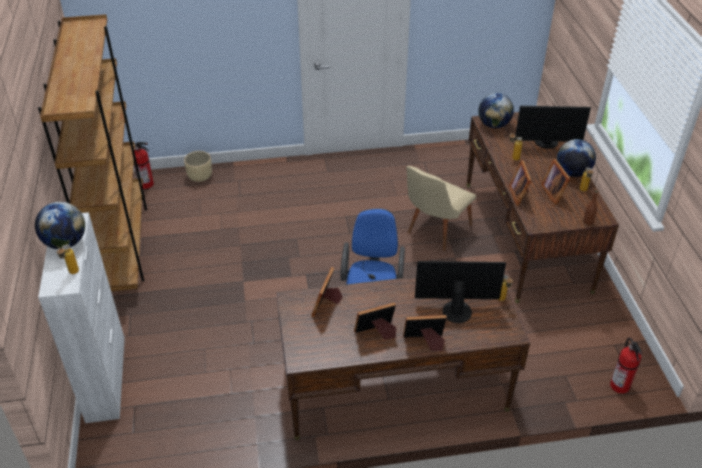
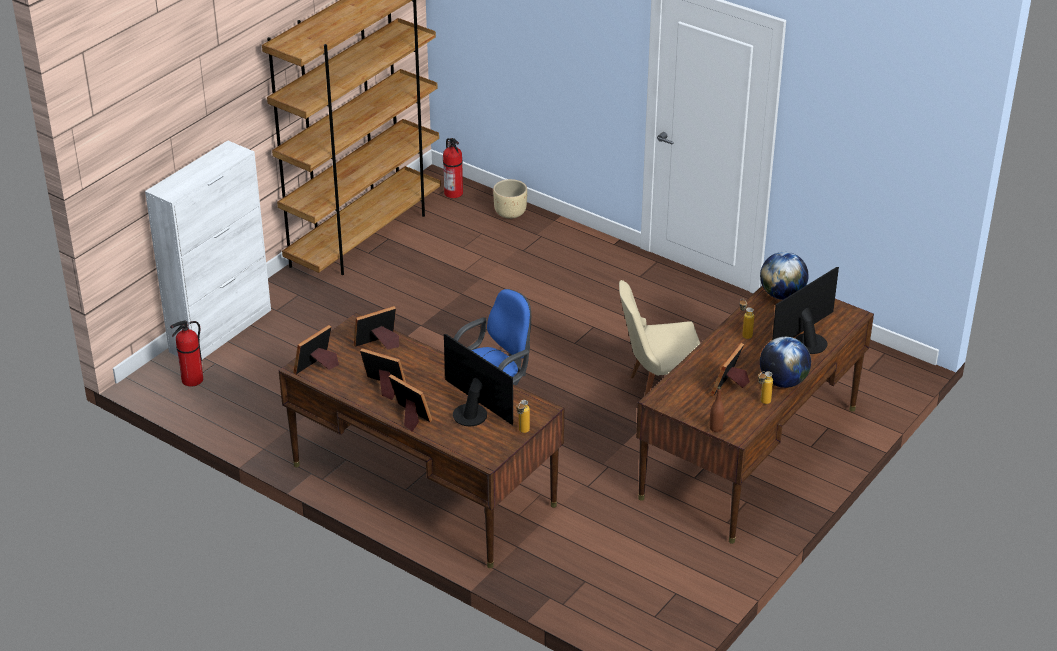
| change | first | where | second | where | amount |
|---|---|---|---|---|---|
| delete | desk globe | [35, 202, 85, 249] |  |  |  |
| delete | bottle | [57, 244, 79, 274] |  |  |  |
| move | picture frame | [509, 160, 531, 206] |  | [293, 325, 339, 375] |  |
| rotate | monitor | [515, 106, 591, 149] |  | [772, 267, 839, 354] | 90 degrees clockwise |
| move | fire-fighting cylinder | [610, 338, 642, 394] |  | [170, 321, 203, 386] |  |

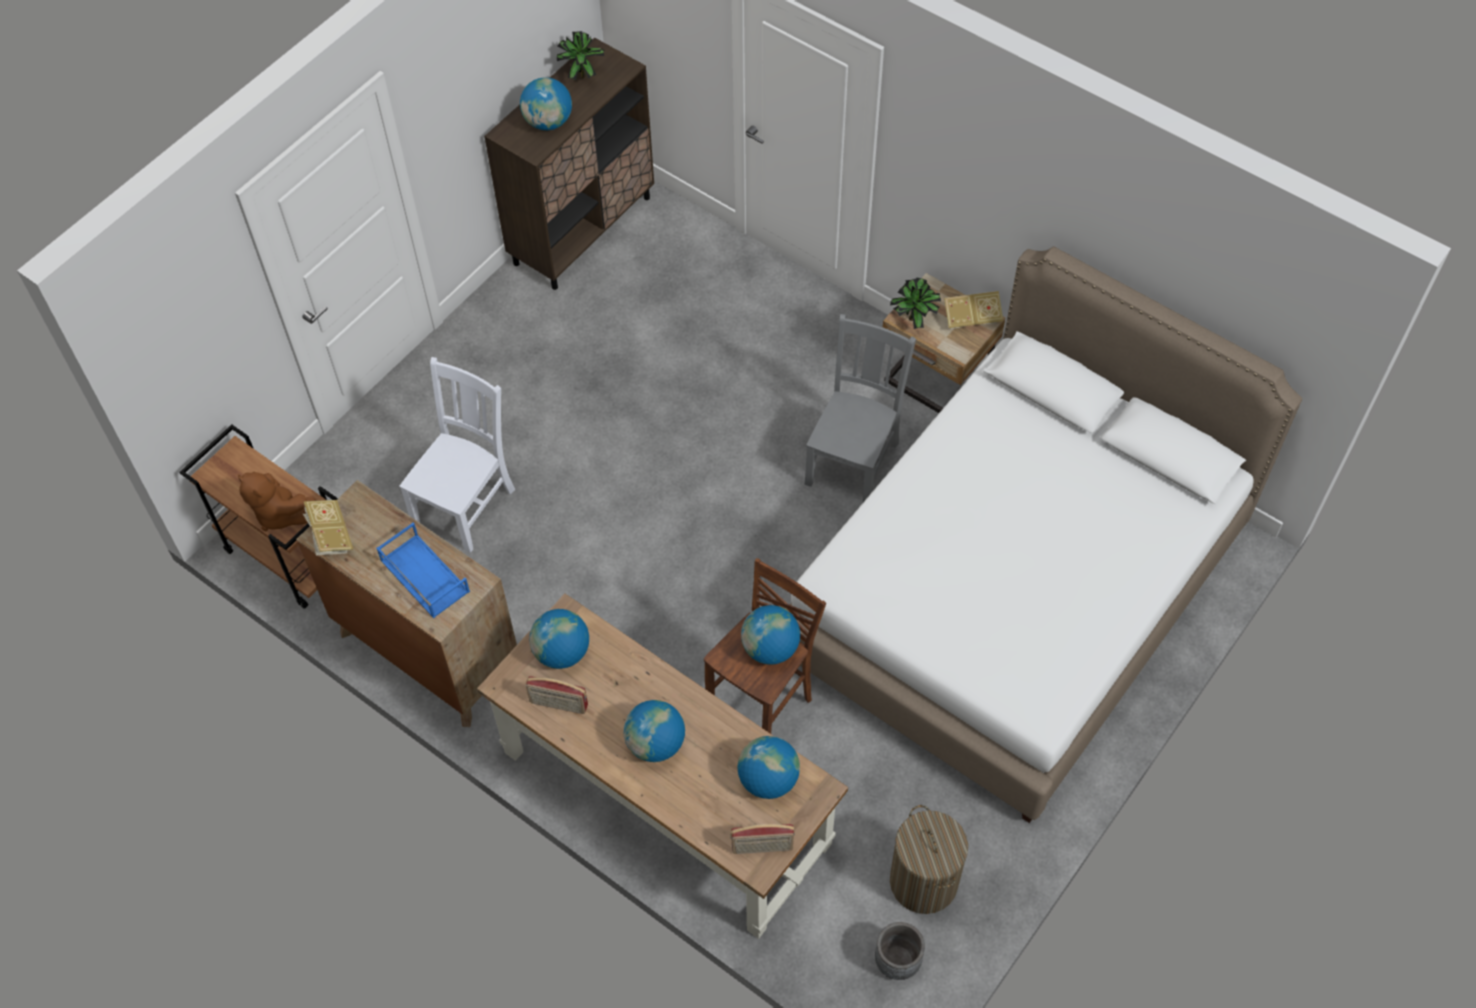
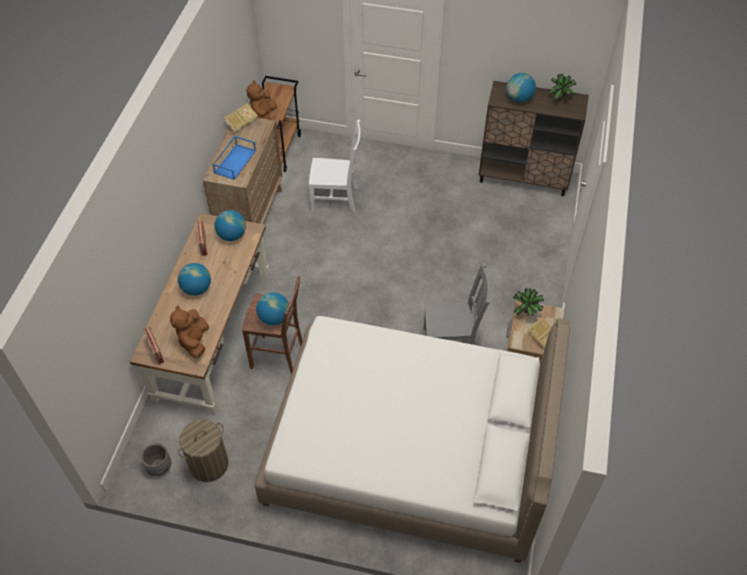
| change | first | where | second | where | amount |
|---|---|---|---|---|---|
| replace | desk globe | [738, 736, 800, 799] | soft toy (brown) | [170, 306, 209, 358] |  |

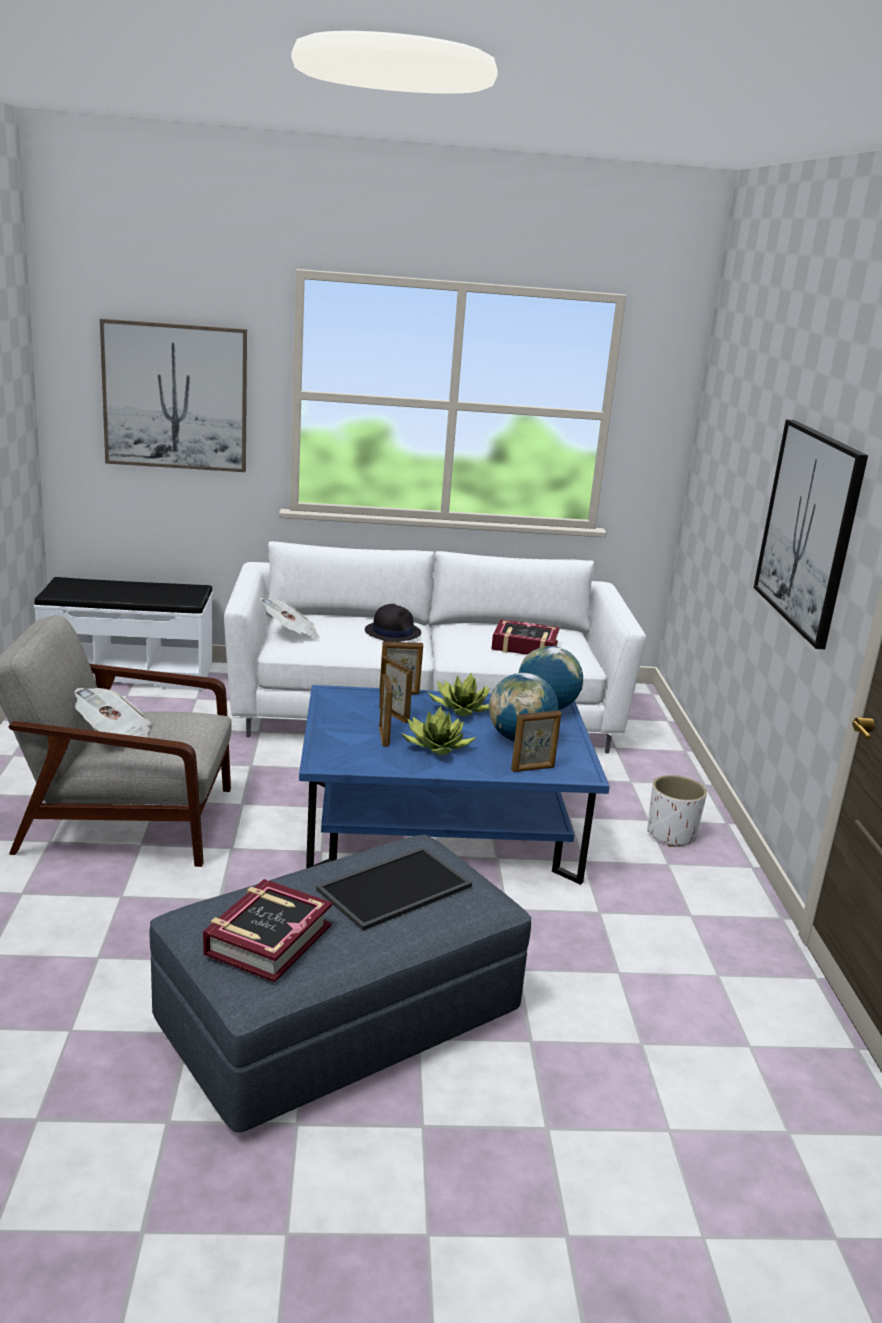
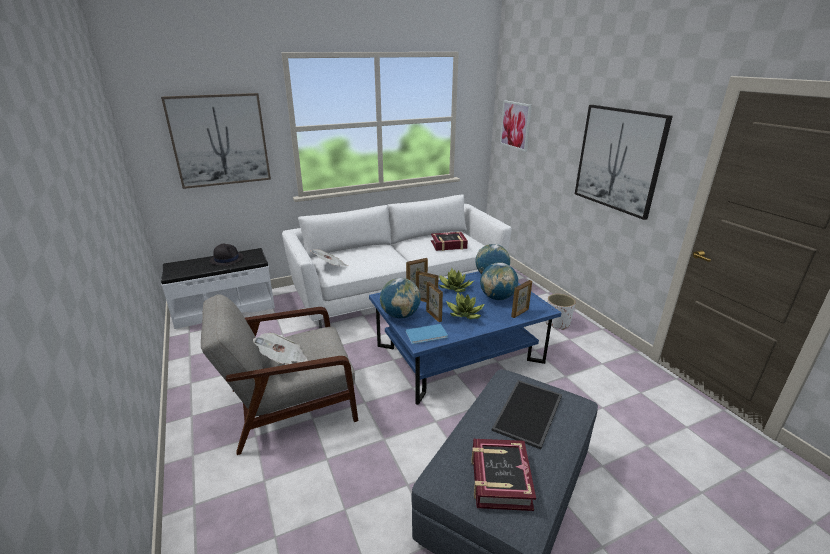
| change | first | where | second | where | amount |
|---|---|---|---|---|---|
| move | wearable hat (black) | [365, 604, 421, 642] |  | [210, 243, 244, 266] |  |
| insert |  |  | desk globe | [380, 278, 421, 318] |  |
| insert |  |  | bound book (blue-coloured) | [406, 324, 448, 344] |  |
| insert |  |  | wall art | [500, 100, 532, 152] |  |

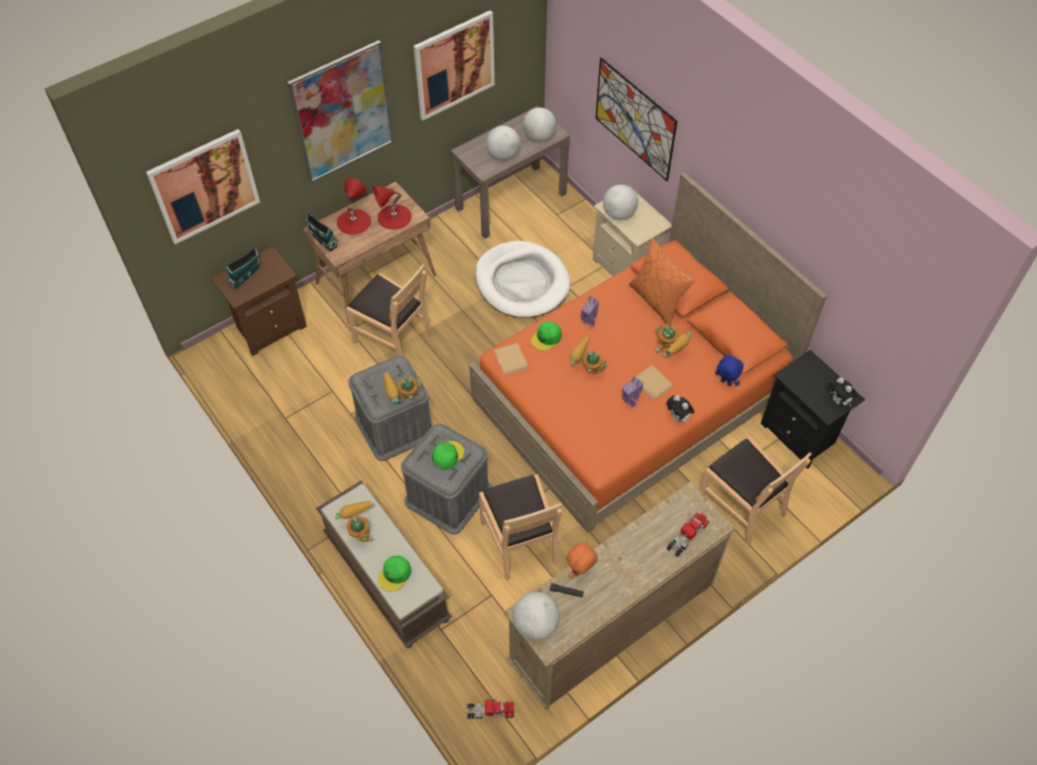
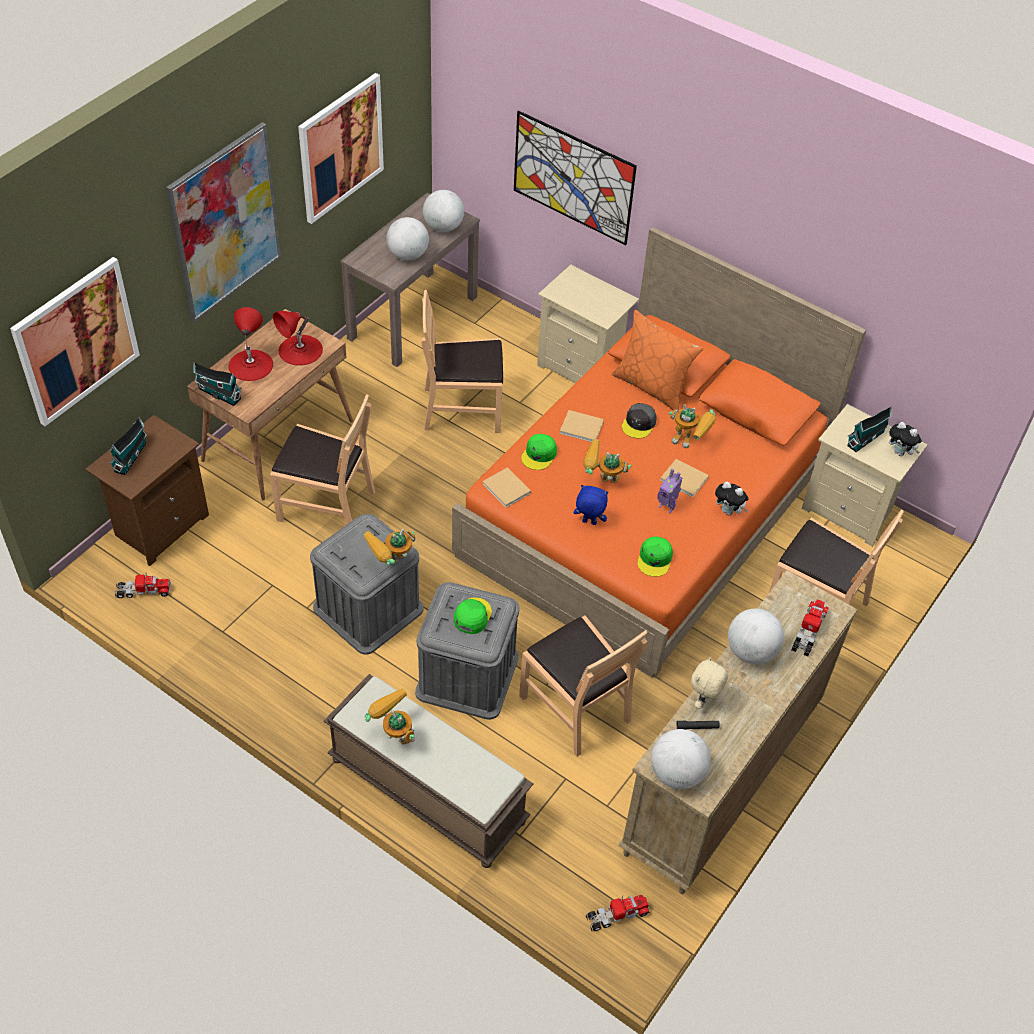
| change | first | where | second | where | amount |
|---|---|---|---|---|---|
| move | cap (green-coloured) | [378, 556, 411, 592] |  | [637, 537, 673, 577] |  |
| replace | dog cushion (whitish) | [475, 241, 571, 318] | upright chair (brown) | [422, 290, 503, 433] |  |
| recolor | soft toy (orange) | [566, 541, 598, 579] | soft toy (beige-coloured) | [691, 657, 728, 709] |  |
| replace | model robot | [581, 295, 599, 328] | bound book (beige-coloured) | [560, 410, 604, 442] |  |
| move | desk globe | [603, 185, 638, 220] |  | [728, 609, 784, 664] |  |
| move | soft toy (blue-coloured) | [715, 354, 744, 386] |  | [574, 485, 608, 525] |  |
| recolor | night table (black) | [761, 350, 865, 469] | night table (beige-coloured) | [802, 404, 927, 547] |  |
| insert |  |  | toy truck | [115, 572, 171, 598] |  |
| insert |  |  | cap (gray) | [622, 403, 656, 438] |  |
| insert |  |  | miniature house | [847, 406, 892, 452] |  |

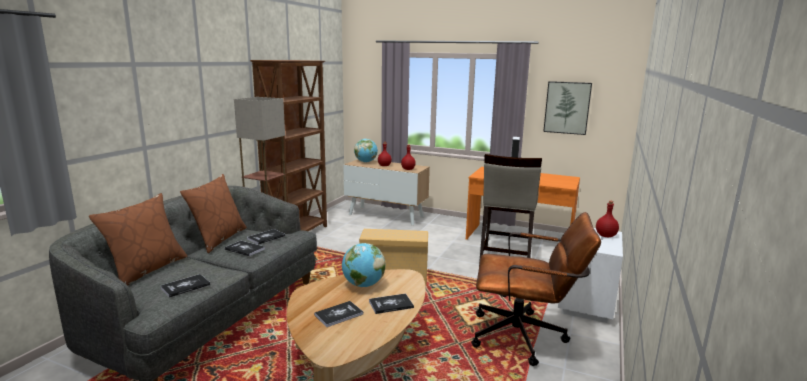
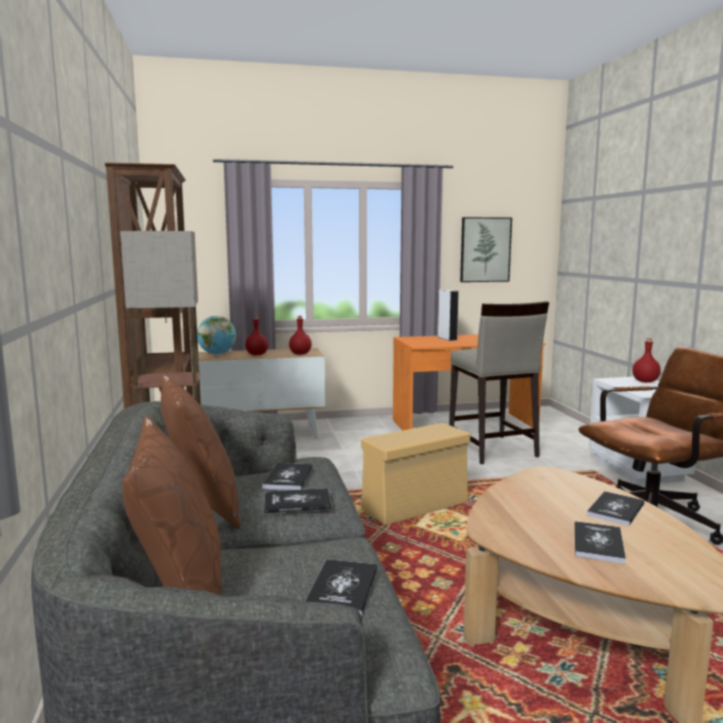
| change | first | where | second | where | amount |
|---|---|---|---|---|---|
| delete | desk globe | [342, 243, 385, 287] |  |  |  |

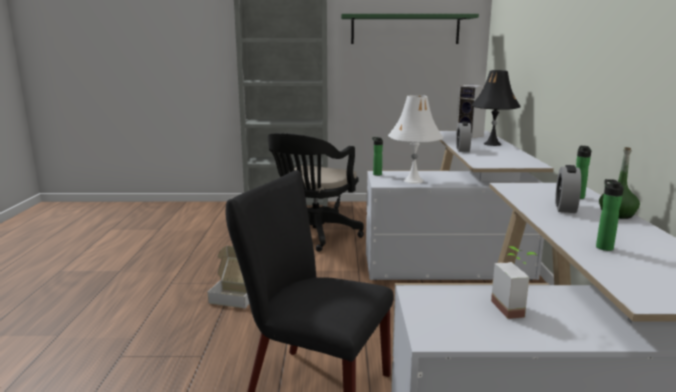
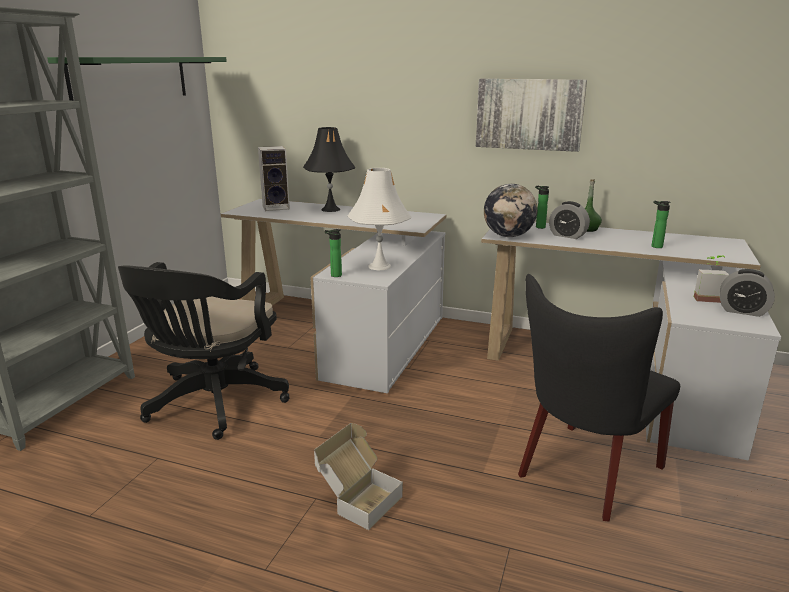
| change | first | where | second | where | amount |
|---|---|---|---|---|---|
| rotate | desk chair (black) | [268, 133, 364, 252] |  | [118, 262, 290, 440] | 60 degrees clockwise |
| move | bedside clock | [456, 122, 471, 152] |  | [720, 269, 775, 317] |  |
| insert |  |  | wall art | [476, 78, 587, 152] |  |
| insert |  |  | desk globe | [484, 184, 537, 237] |  |

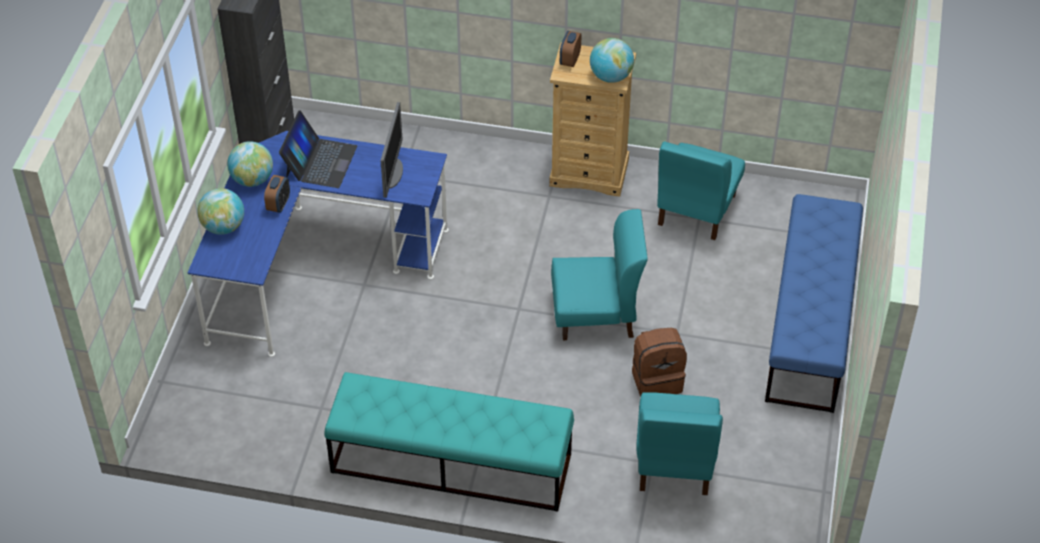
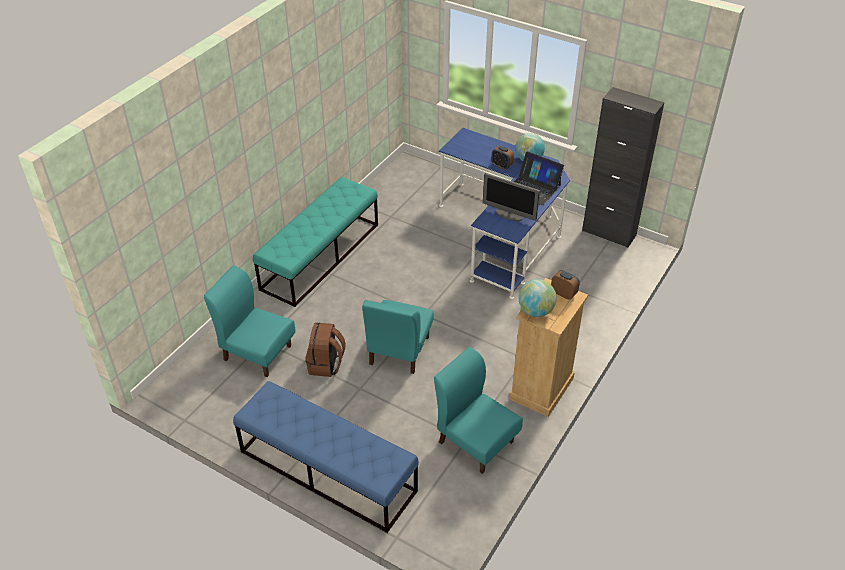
| change | first | where | second | where | amount |
|---|---|---|---|---|---|
| delete | desk globe | [197, 188, 244, 235] |  |  |  |

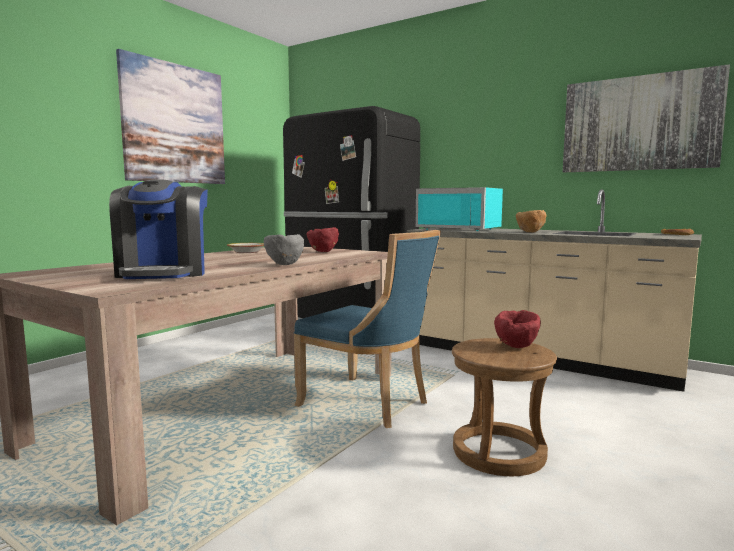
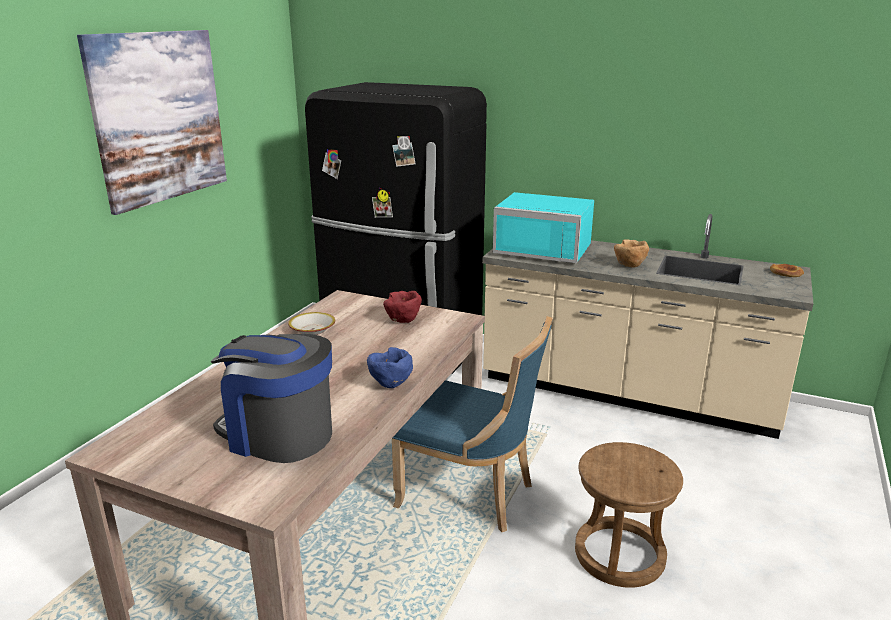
| change | first | where | second | where | amount |
|---|---|---|---|---|---|
| rotate | coffee brewer | [109, 179, 208, 279] |  | [211, 334, 332, 463] | 135 degrees clockwise |
| recolor | bowl (gray) | [264, 234, 304, 265] | bowl (blue-coloured) | [367, 347, 413, 388] |  |
| delete | bowl (red-coloured) | [494, 310, 541, 348] |  |  |  |
| delete | wall art | [563, 64, 730, 172] |  |  |  |

